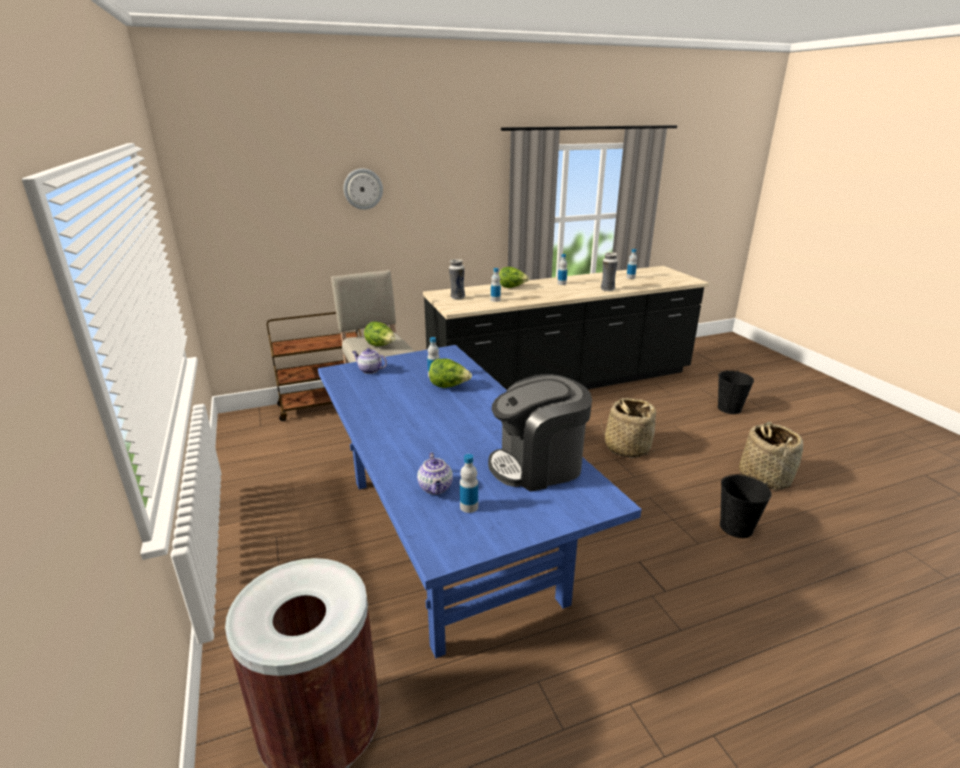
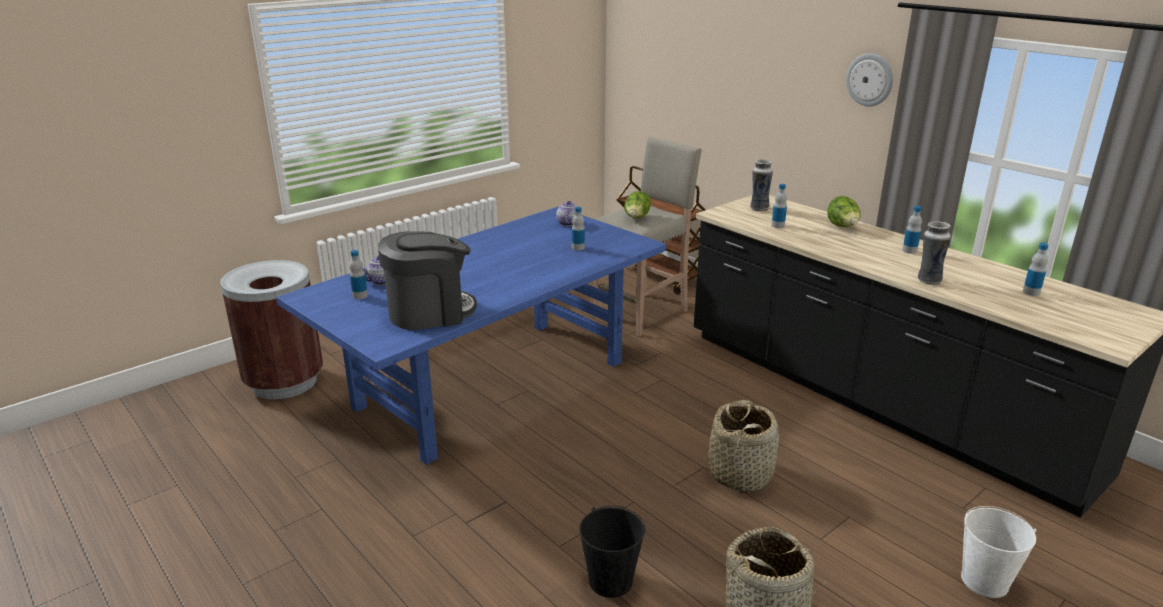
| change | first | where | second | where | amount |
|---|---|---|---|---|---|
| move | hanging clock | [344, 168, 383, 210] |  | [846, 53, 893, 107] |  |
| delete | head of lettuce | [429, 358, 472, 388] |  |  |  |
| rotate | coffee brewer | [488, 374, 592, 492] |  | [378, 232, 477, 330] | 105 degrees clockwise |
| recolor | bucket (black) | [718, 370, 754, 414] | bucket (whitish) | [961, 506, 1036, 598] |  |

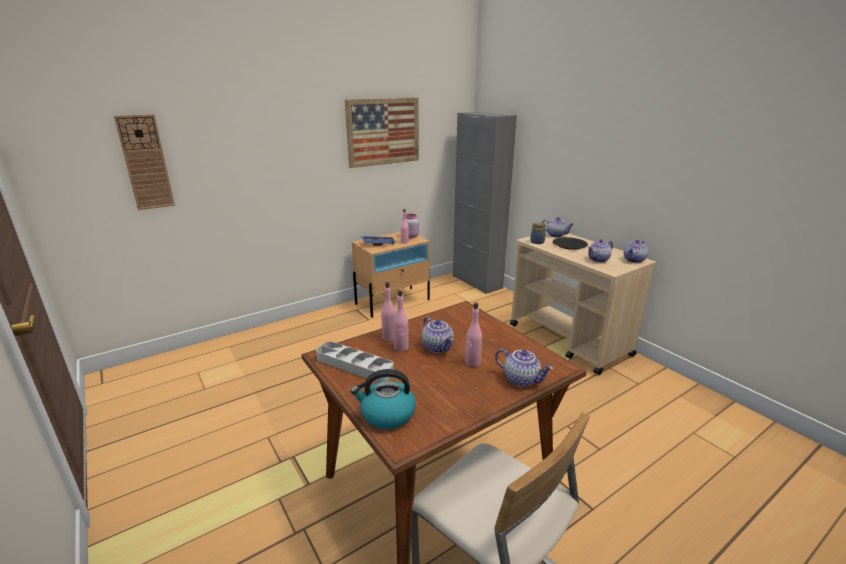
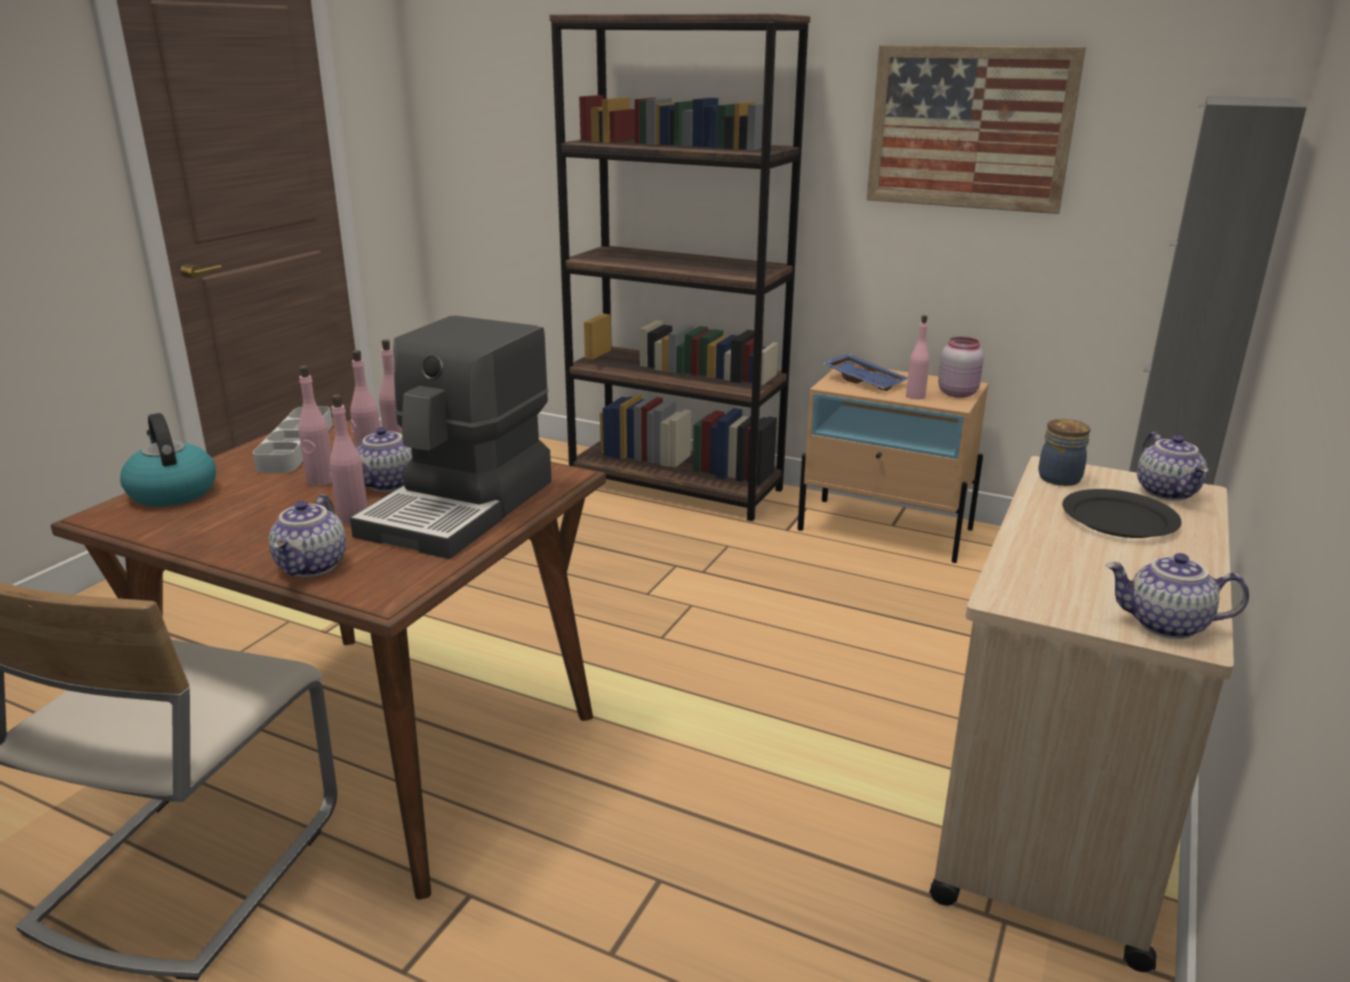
| change | first | where | second | where | amount |
|---|---|---|---|---|---|
| delete | hanging clock | [114, 114, 175, 210] |  |  |  |
| delete | pot for tea | [588, 239, 613, 263] |  |  |  |
| insert |  |  | bottle (pinkish) | [298, 365, 332, 486] |  |
| insert |  |  | coffee brewer | [350, 315, 552, 559] |  |
| insert |  |  | bookshelf (brown) | [550, 14, 810, 521] |  |

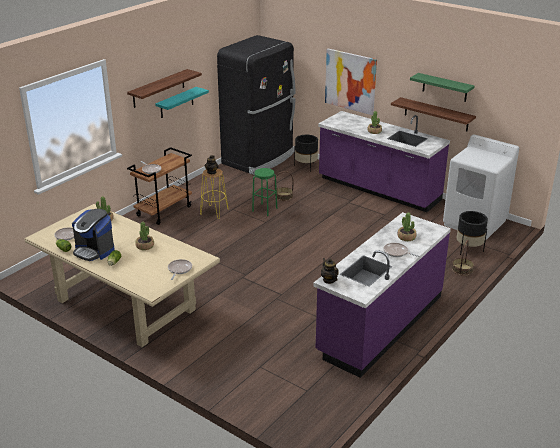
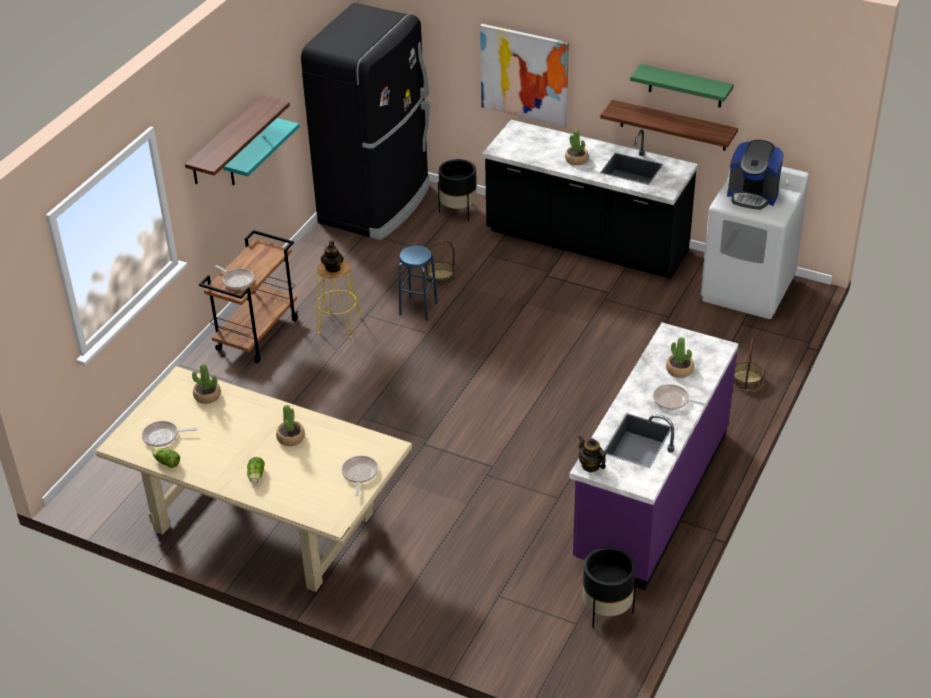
| change | first | where | second | where | amount |
|---|---|---|---|---|---|
| move | coffee brewer | [72, 209, 115, 261] |  | [727, 140, 784, 210] |  |
| recolor | sitting stool (green-coloured) | [252, 168, 277, 216] | sitting stool (blue-coloured) | [398, 245, 438, 321] |  |
| recolor | kitchen counter (purplish) | [318, 111, 450, 212] | kitchen counter (black) | [482, 120, 698, 279] |  |
| move | plant pot (black) | [457, 211, 488, 255] |  | [582, 547, 636, 628] |  |

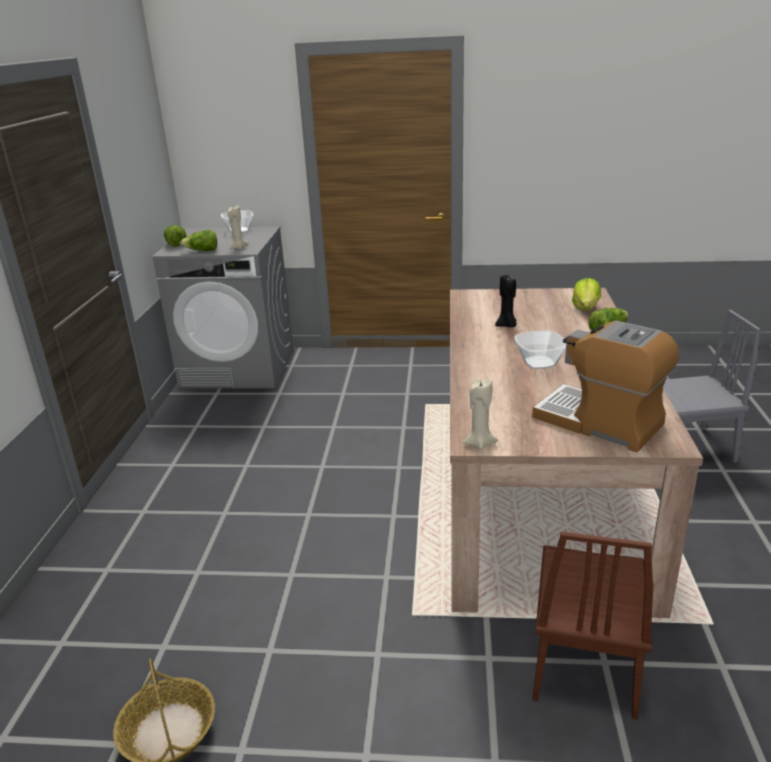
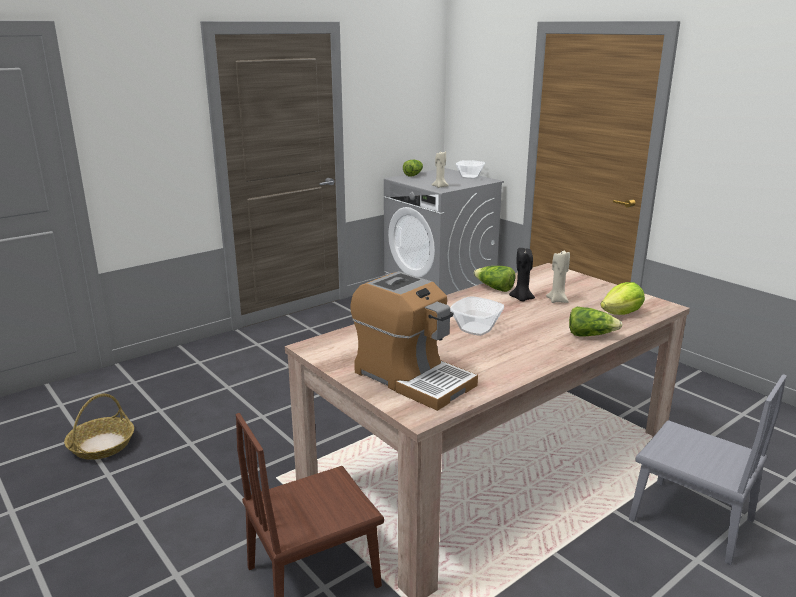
| change | first | where | second | where | amount |
|---|---|---|---|---|---|
| move | head of lettuce | [180, 230, 217, 251] |  | [474, 266, 515, 292] |  |
| move | candle (beige-coloured) | [462, 378, 498, 450] |  | [546, 251, 570, 303] |  |
| rotate | coffee brewer | [532, 320, 679, 452] |  | [350, 271, 478, 411] | 135 degrees clockwise |

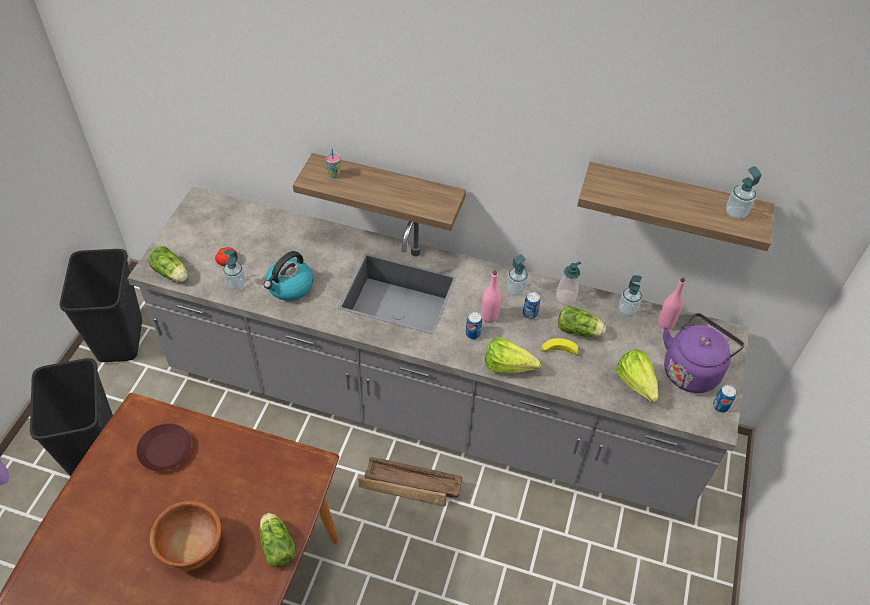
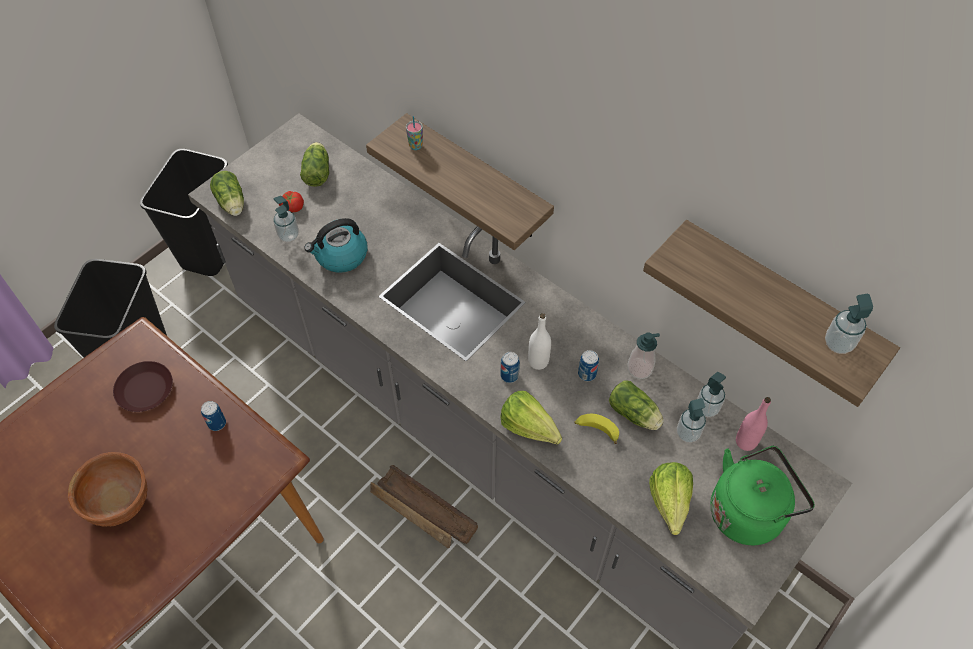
| change | first | where | second | where | amount |
|---|---|---|---|---|---|
| move | head of lettuce | [259, 513, 296, 567] |  | [300, 142, 329, 187] |  |
| recolor | bottle (pinkish) | [481, 271, 501, 323] | bottle (whitish) | [528, 313, 551, 370] |  |
| move | liquid soap bottle | [507, 254, 528, 296] |  | [677, 398, 706, 443] |  |
| recolor | kettle (purplish) | [663, 313, 744, 393] | kettle (green-coloured) | [710, 446, 815, 545] |  |
| move | can | [713, 385, 736, 413] |  | [201, 401, 226, 431] |  |

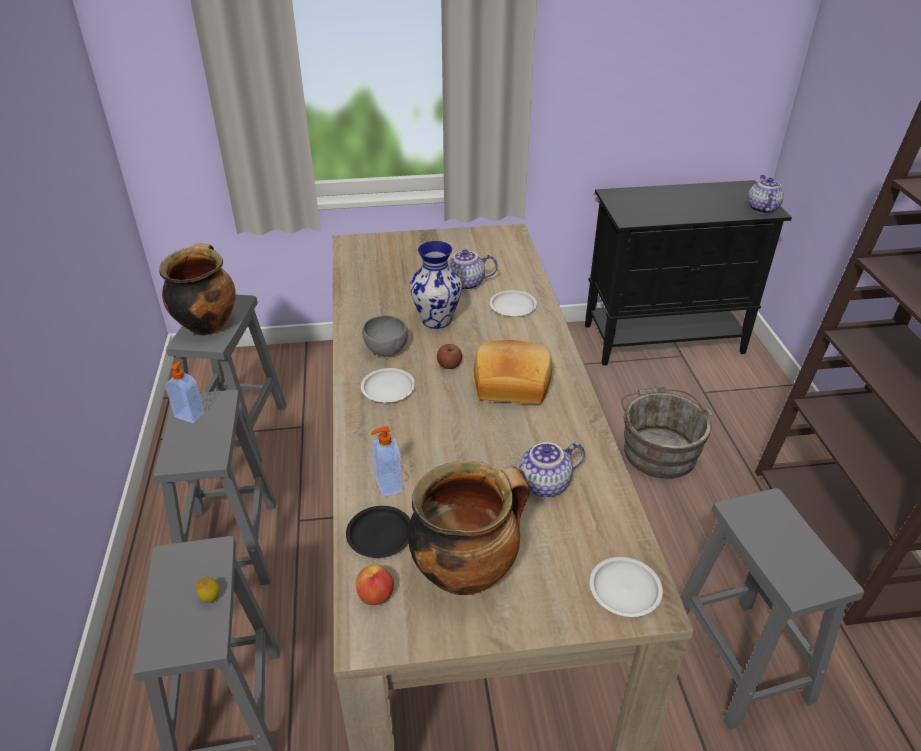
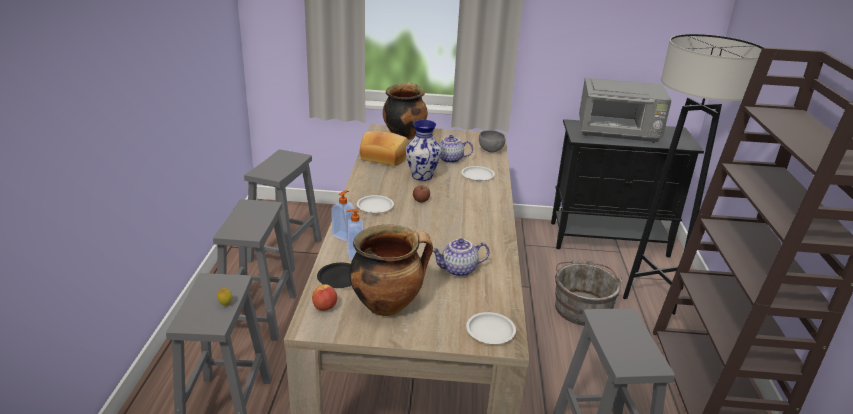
| change | first | where | second | where | amount |
|---|---|---|---|---|---|
| move | saucepot | [159, 243, 236, 336] |  | [383, 82, 428, 140] |  |
| move | liquid soap bottle | [165, 360, 205, 423] |  | [331, 191, 355, 242] |  |
| move | bowl (gray) | [362, 315, 408, 357] |  | [479, 130, 505, 153] |  |
| move | baked bread | [474, 340, 552, 404] |  | [360, 131, 408, 166] |  |
| delete | pot for tea | [748, 175, 784, 214] |  |  |  |
| insert |  |  | microwave (gray) | [579, 78, 672, 143] |  |
| insert |  |  | floor lamp (gray) | [623, 34, 762, 315] |  |

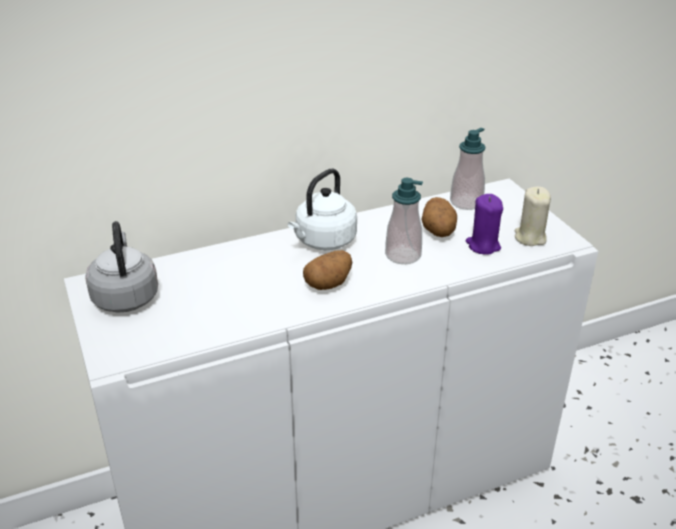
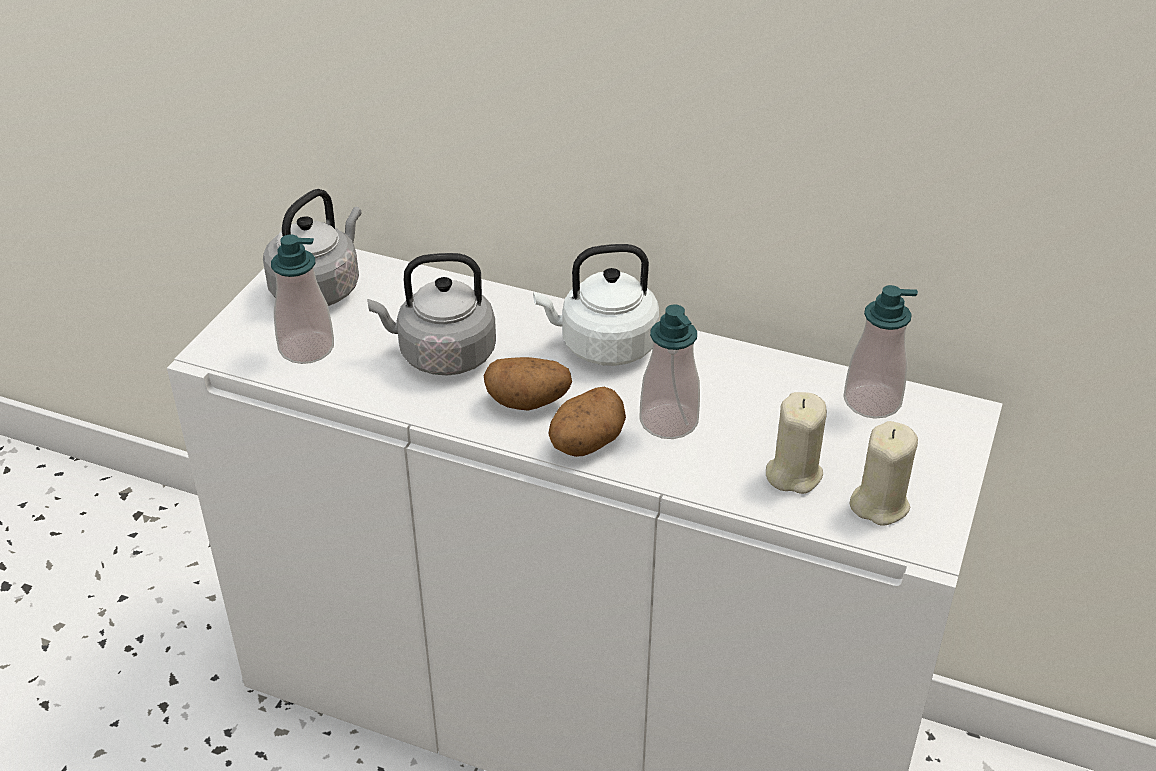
| change | first | where | second | where | amount |
|---|---|---|---|---|---|
| move | whole potato | [421, 197, 457, 237] |  | [548, 387, 626, 457] |  |
| recolor | candle (purplish) | [466, 194, 503, 255] | candle (beige-coloured) | [766, 392, 827, 494] |  |
| insert |  |  | liquid soap bottle | [271, 234, 334, 364] |  |
| insert |  |  | kettle (gray) | [367, 253, 496, 376] |  |

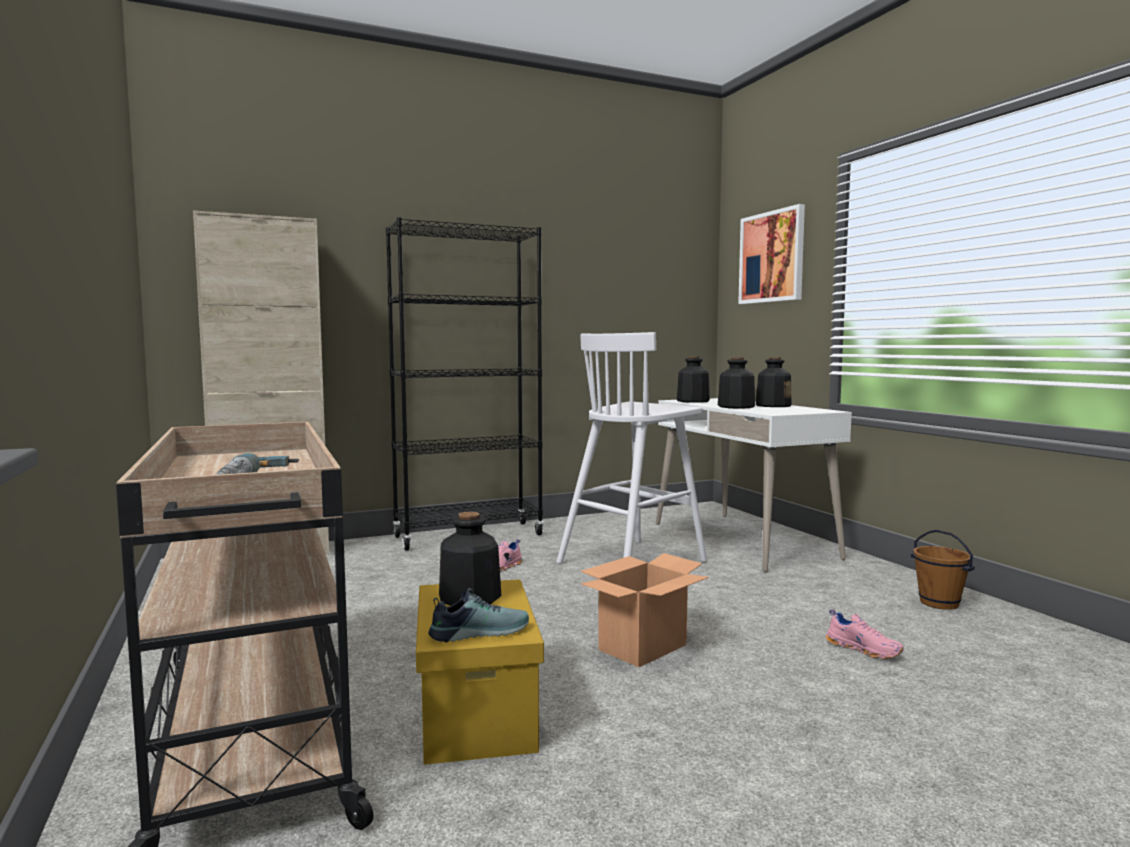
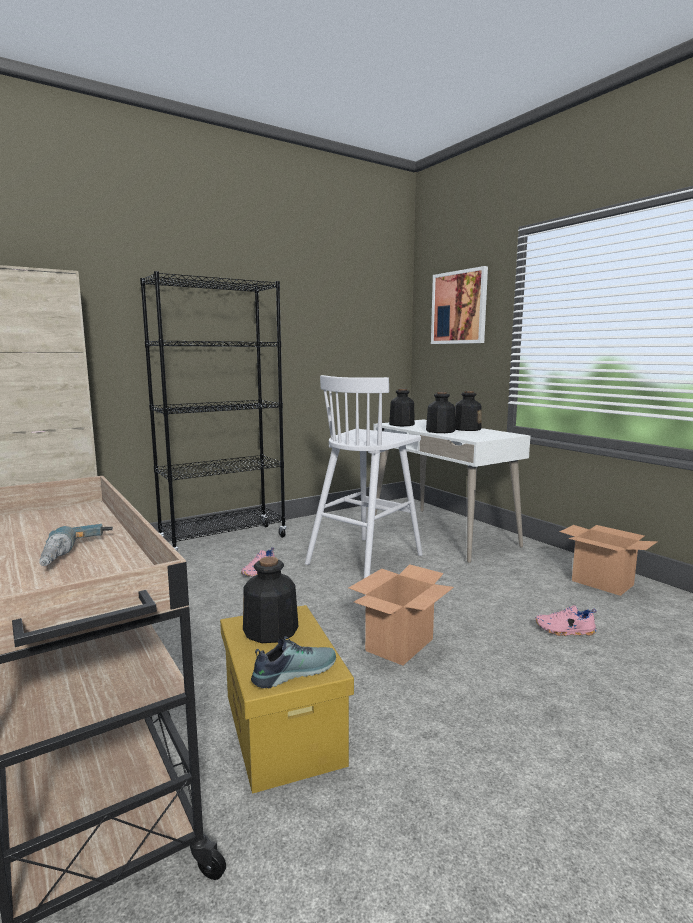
| change | first | where | second | where | amount |
|---|---|---|---|---|---|
| rotate | item of footwear (pinkish) | [826, 609, 904, 659] |  | [535, 605, 597, 636] | 150 degrees clockwise |
| replace | bucket (brown) | [911, 530, 975, 610] | cardboard box | [560, 525, 658, 596] |  |

